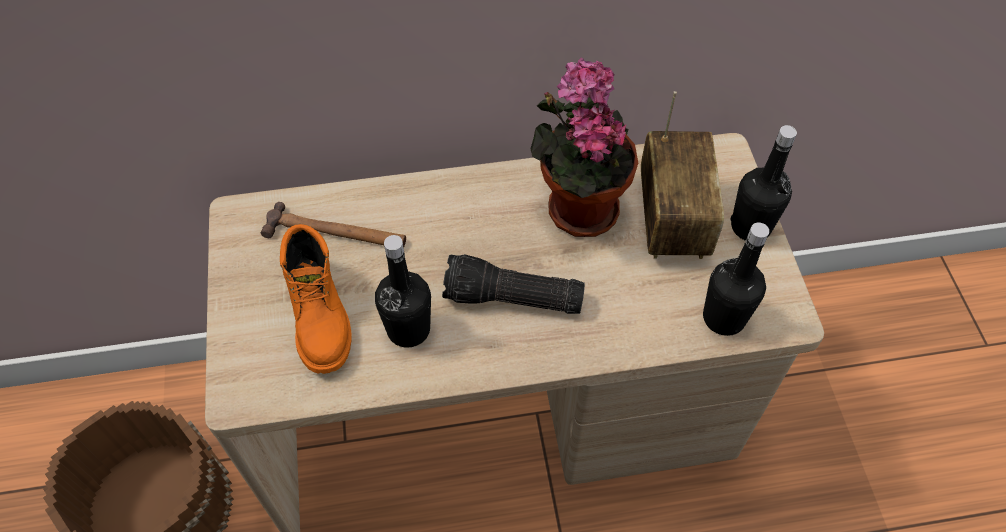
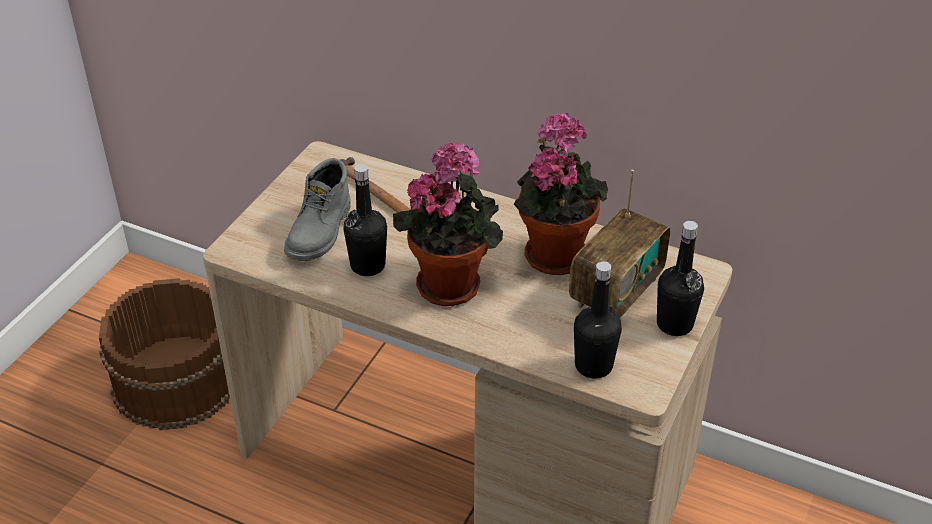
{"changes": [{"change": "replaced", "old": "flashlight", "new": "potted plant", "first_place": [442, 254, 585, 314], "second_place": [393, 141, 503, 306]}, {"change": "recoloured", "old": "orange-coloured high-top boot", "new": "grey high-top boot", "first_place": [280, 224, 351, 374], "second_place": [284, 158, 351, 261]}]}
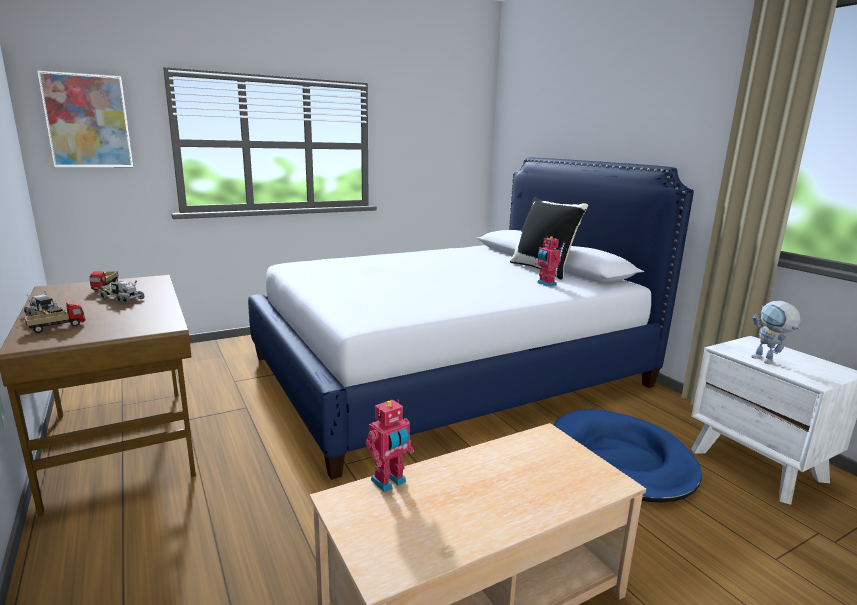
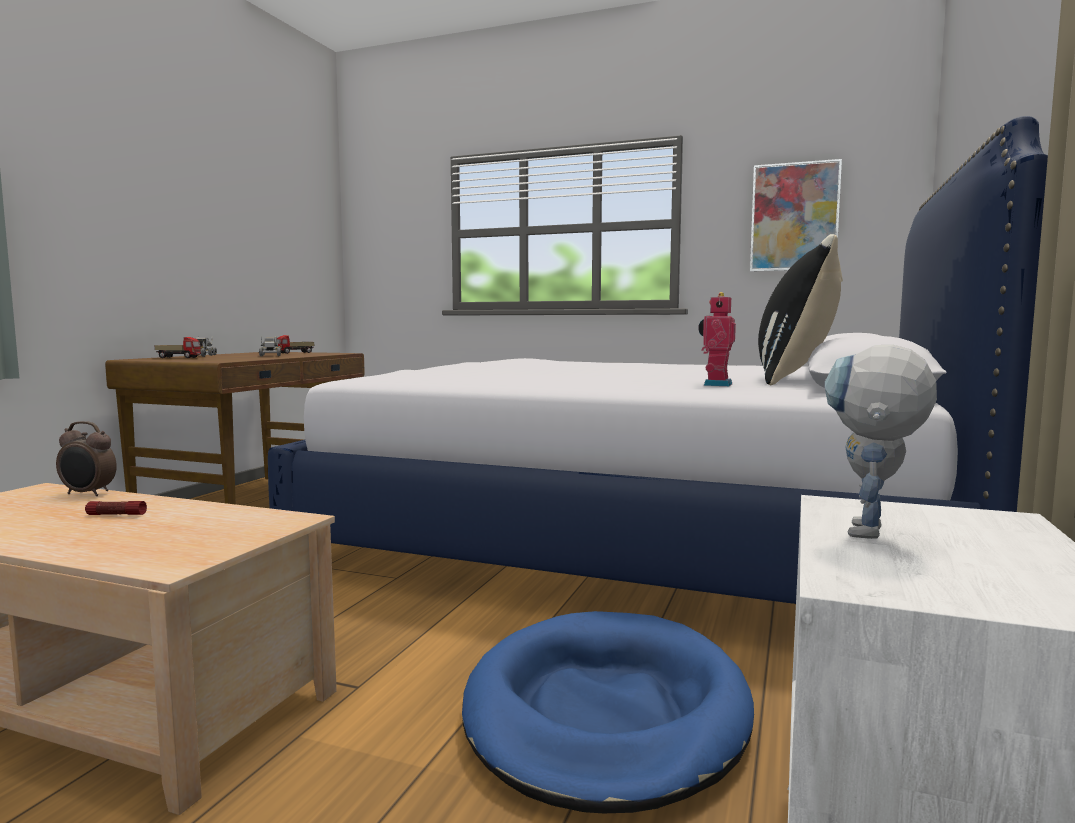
{"changes": [{"change": "added", "new": "flashlight", "second_place": [85, 501, 147, 515]}, {"change": "moved", "old": "wall art", "first_place": [37, 71, 133, 167], "second_place": [750, 159, 842, 272]}, {"change": "replaced", "old": "robot figure", "new": "table clock", "first_place": [366, 399, 414, 492], "second_place": [56, 421, 117, 496]}]}
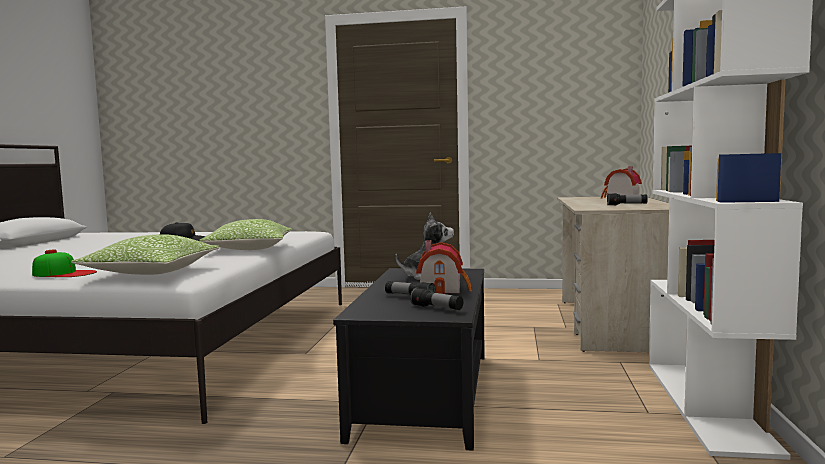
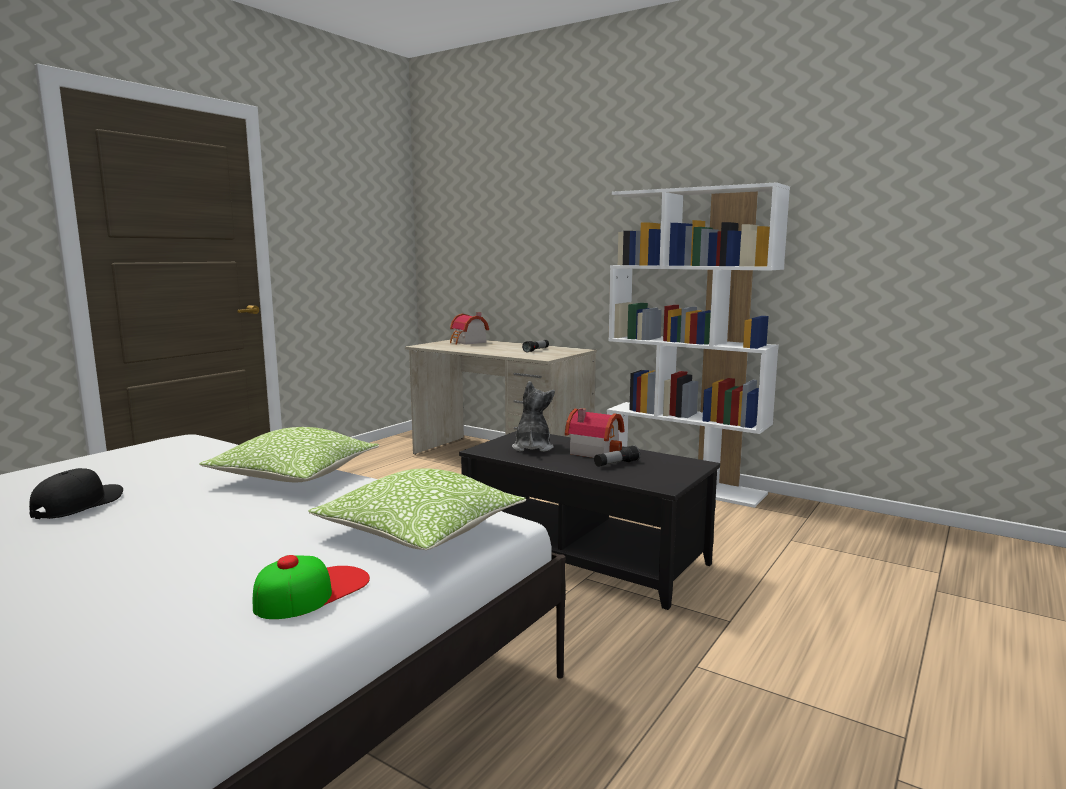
{"changes": [{"change": "removed", "old": "flashlight", "first_place": [410, 288, 463, 310]}]}
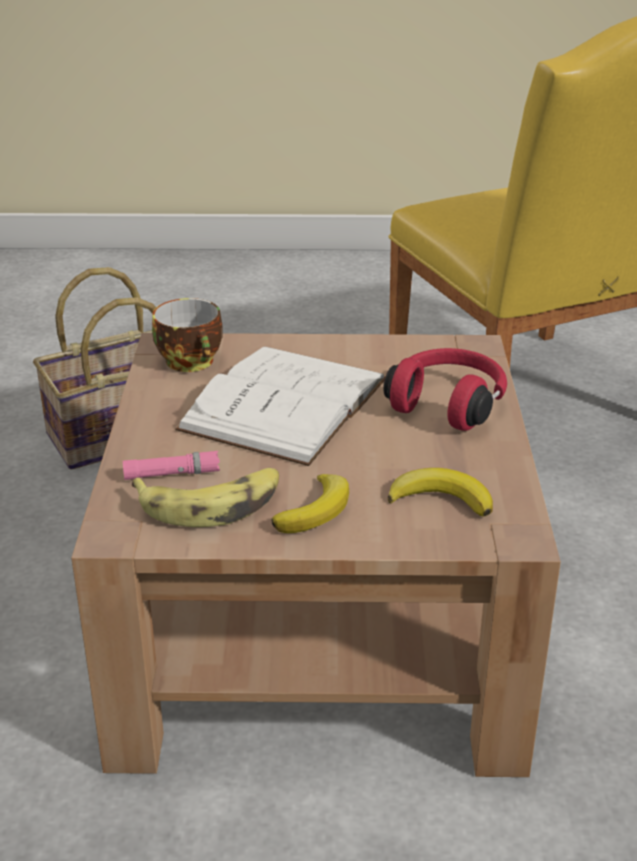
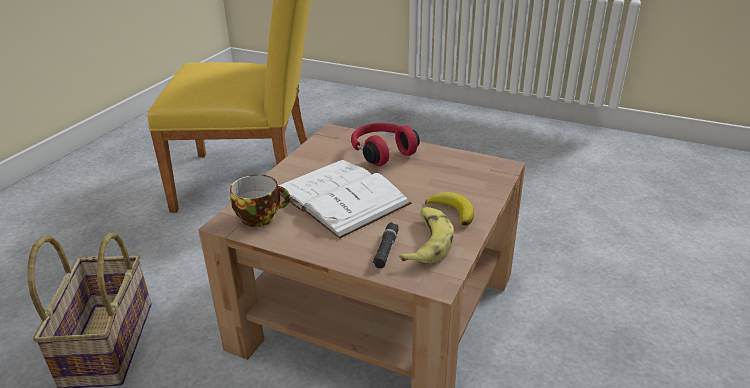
{"changes": [{"change": "removed", "old": "whole banana", "first_place": [388, 468, 493, 517]}, {"change": "recoloured", "old": "pink flashlight", "new": "black-coloured flashlight", "first_place": [123, 451, 220, 480], "second_place": [373, 222, 399, 268]}]}
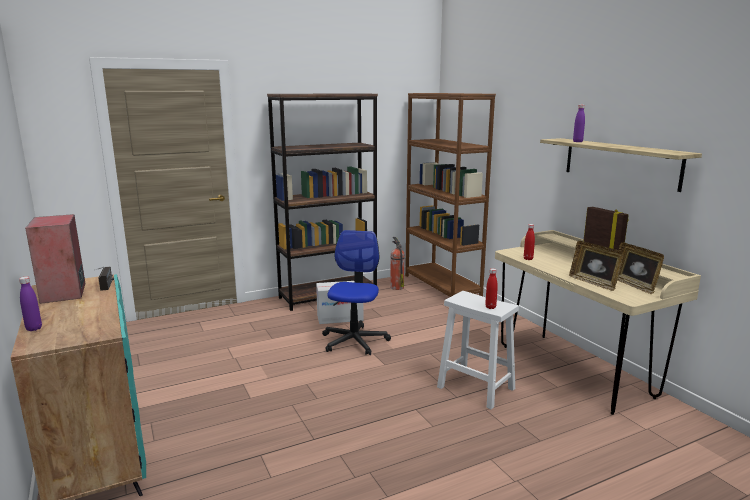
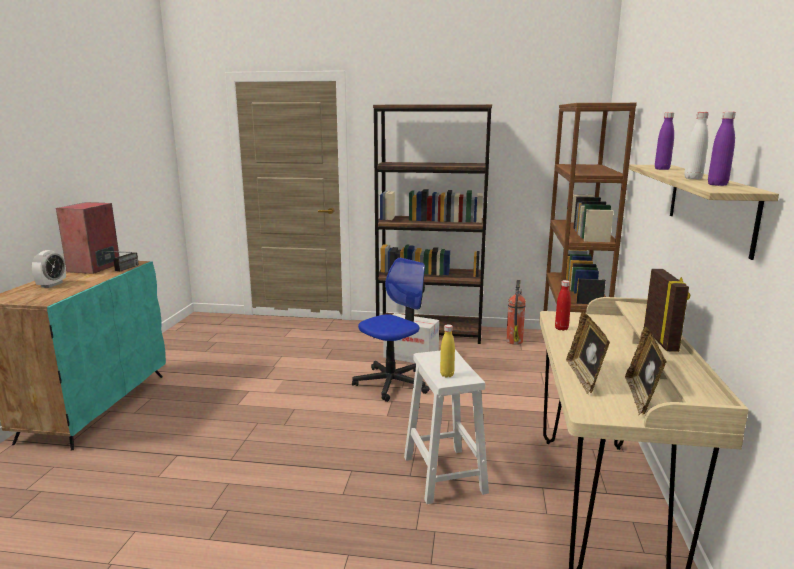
{"changes": [{"change": "added", "new": "table clock", "second_place": [31, 250, 66, 288]}, {"change": "added", "new": "white-coloured beverage bottle", "second_place": [684, 112, 709, 179]}, {"change": "moved", "old": "purplish beverage bottle", "first_place": [19, 277, 42, 331], "second_place": [708, 112, 736, 186]}, {"change": "recoloured", "old": "red beverage bottle", "new": "yellowish beverage bottle", "first_place": [485, 268, 498, 309], "second_place": [440, 324, 455, 377]}]}
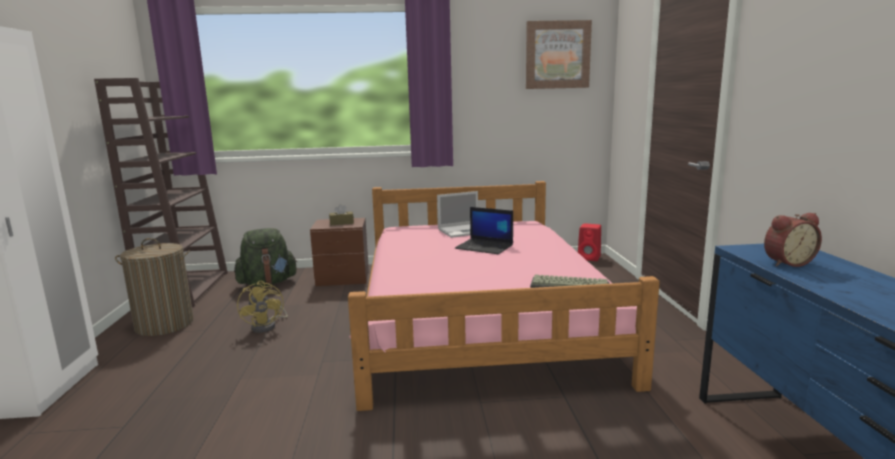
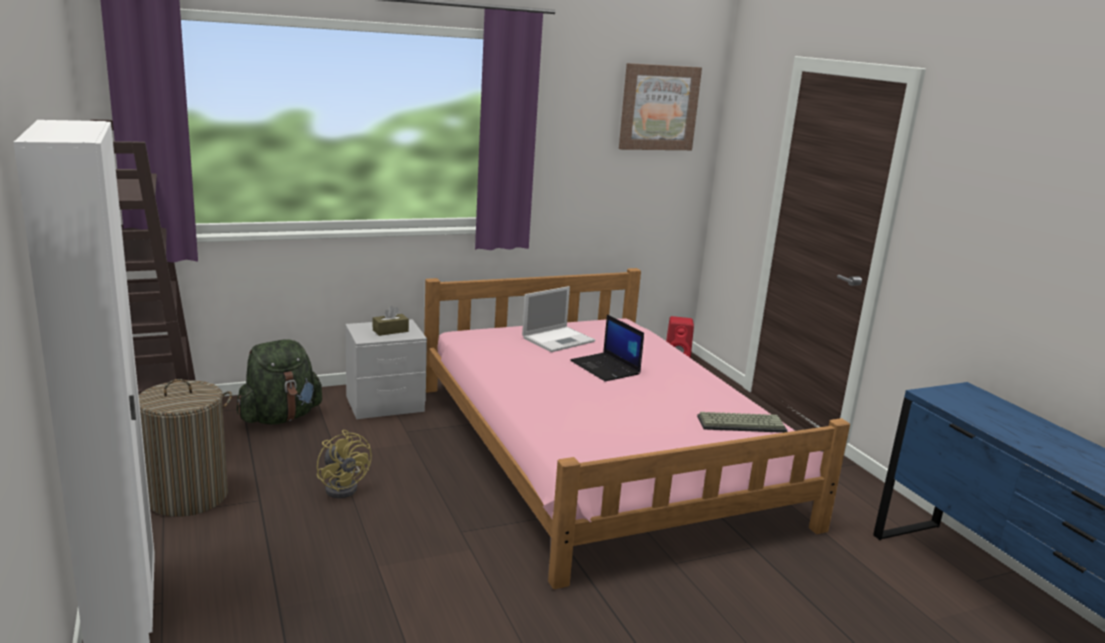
{"changes": [{"change": "removed", "old": "table clock", "first_place": [764, 213, 822, 267]}, {"change": "recoloured", "old": "brown-coloured nightstand", "new": "grey nightstand", "first_place": [310, 218, 369, 286], "second_place": [345, 319, 427, 419]}, {"change": "turned", "old": "portable computer", "first_place": [455, 207, 513, 254], "second_place": [570, 314, 644, 381], "degrees": 45}]}
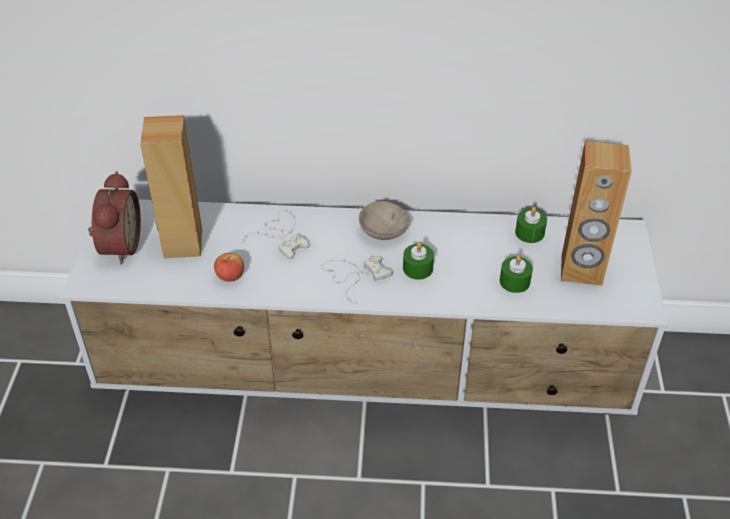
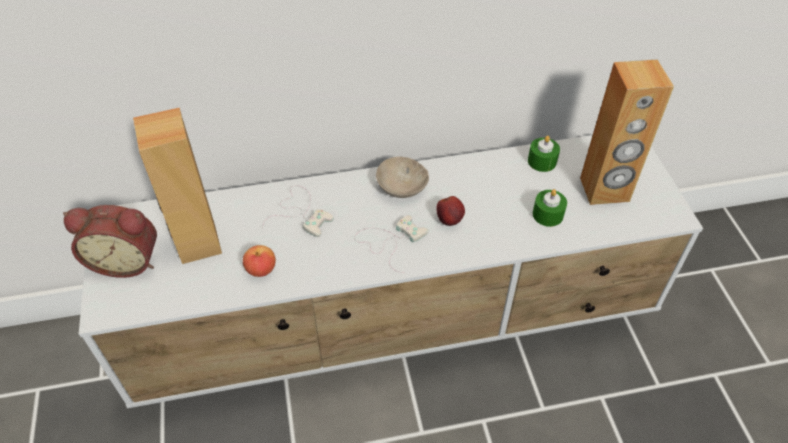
{"changes": [{"change": "replaced", "old": "green-coloured candle", "new": "apple", "first_place": [403, 242, 434, 280], "second_place": [436, 196, 465, 226]}, {"change": "turned", "old": "table clock", "first_place": [88, 171, 141, 264], "second_place": [63, 205, 157, 278], "degrees": 105}]}
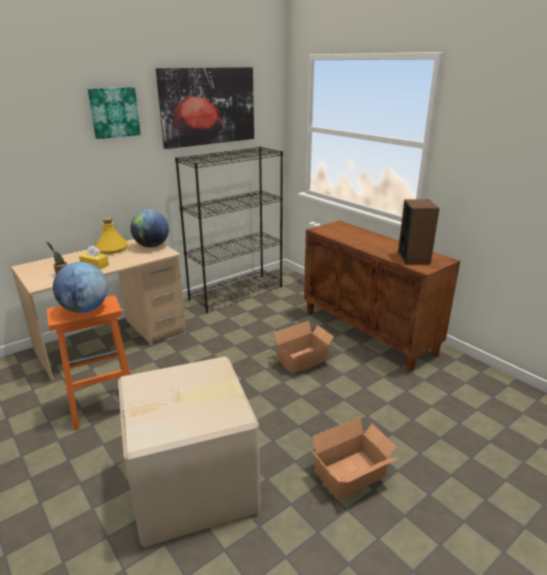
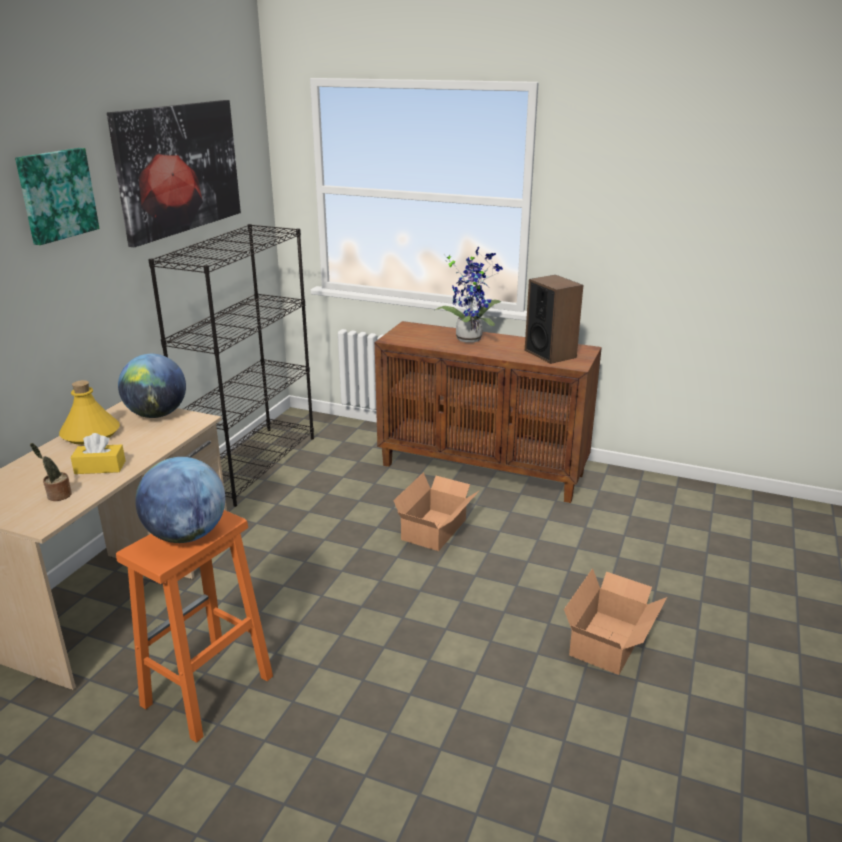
{"changes": [{"change": "removed", "old": "carton", "first_place": [118, 356, 261, 547]}, {"change": "added", "new": "potted plant", "second_place": [433, 247, 503, 343]}]}
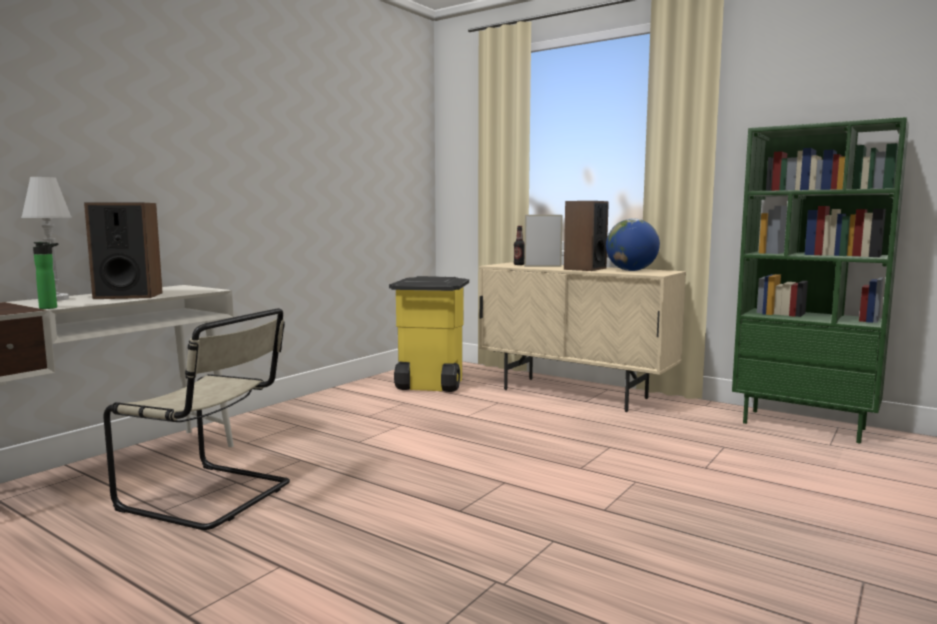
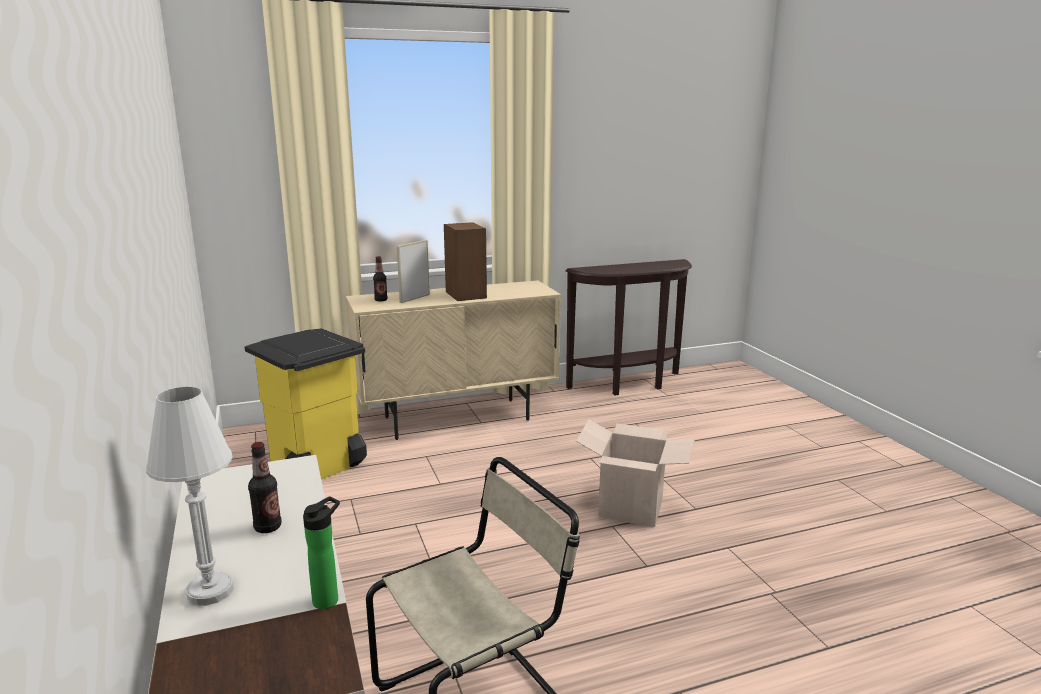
{"changes": [{"change": "removed", "old": "globe", "first_place": [606, 219, 660, 271]}, {"change": "added", "new": "carton", "second_place": [576, 420, 695, 527]}, {"change": "replaced", "old": "speaker", "new": "beverage bottle", "first_place": [84, 202, 163, 299], "second_place": [248, 442, 282, 533]}, {"change": "replaced", "old": "green-coloured shelving unit", "new": "brown-coloured hall table", "first_place": [732, 117, 909, 443], "second_place": [566, 259, 692, 395]}]}
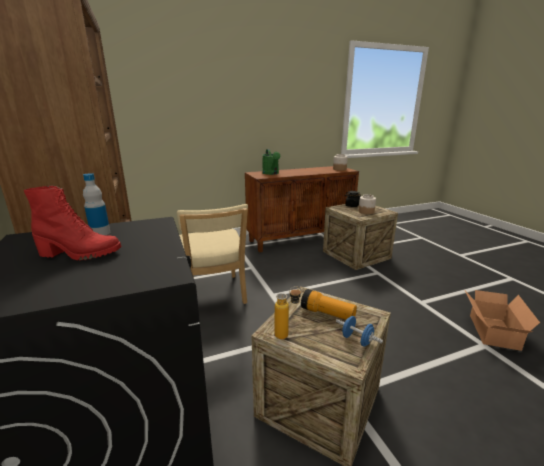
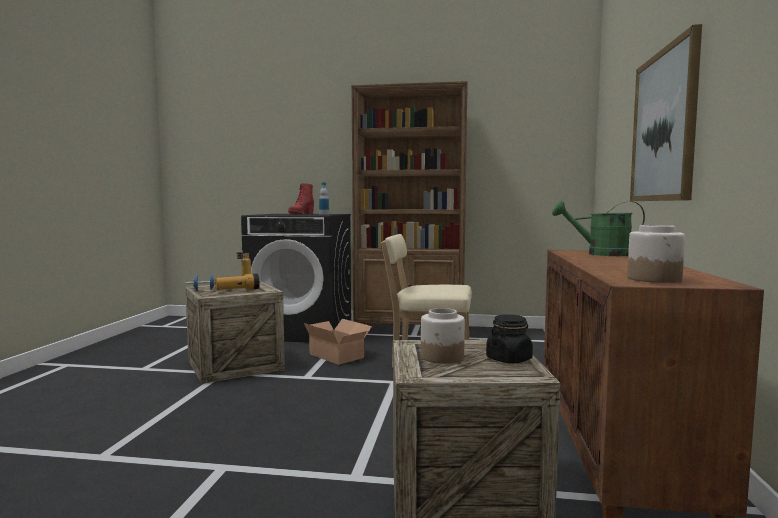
{"changes": [{"change": "added", "new": "wall art", "second_place": [630, 24, 702, 201]}, {"change": "moved", "old": "carton", "first_place": [465, 290, 540, 351], "second_place": [304, 319, 372, 365]}]}
